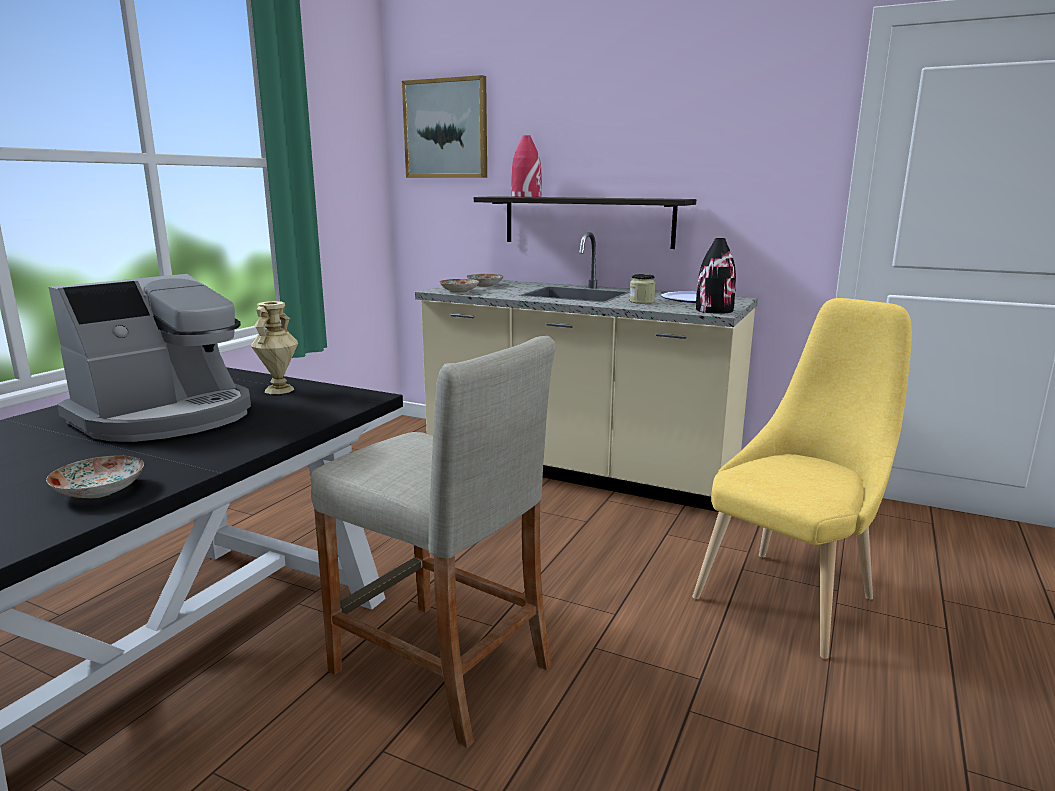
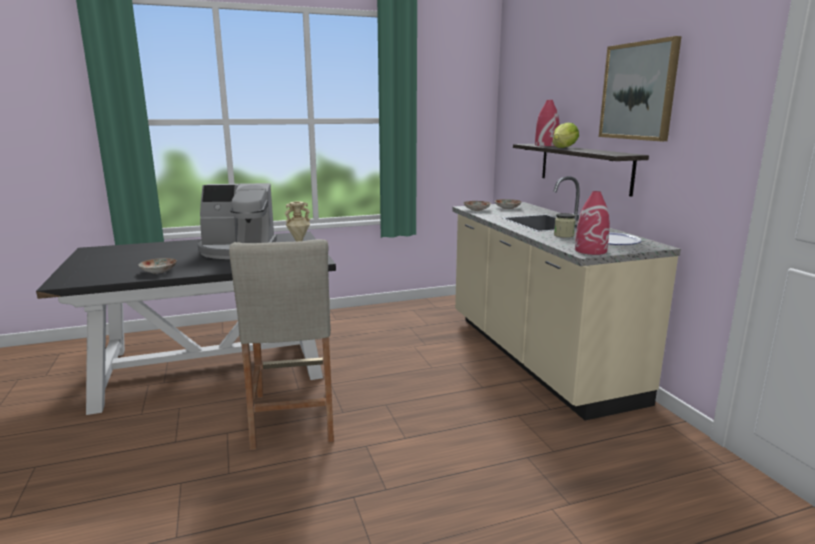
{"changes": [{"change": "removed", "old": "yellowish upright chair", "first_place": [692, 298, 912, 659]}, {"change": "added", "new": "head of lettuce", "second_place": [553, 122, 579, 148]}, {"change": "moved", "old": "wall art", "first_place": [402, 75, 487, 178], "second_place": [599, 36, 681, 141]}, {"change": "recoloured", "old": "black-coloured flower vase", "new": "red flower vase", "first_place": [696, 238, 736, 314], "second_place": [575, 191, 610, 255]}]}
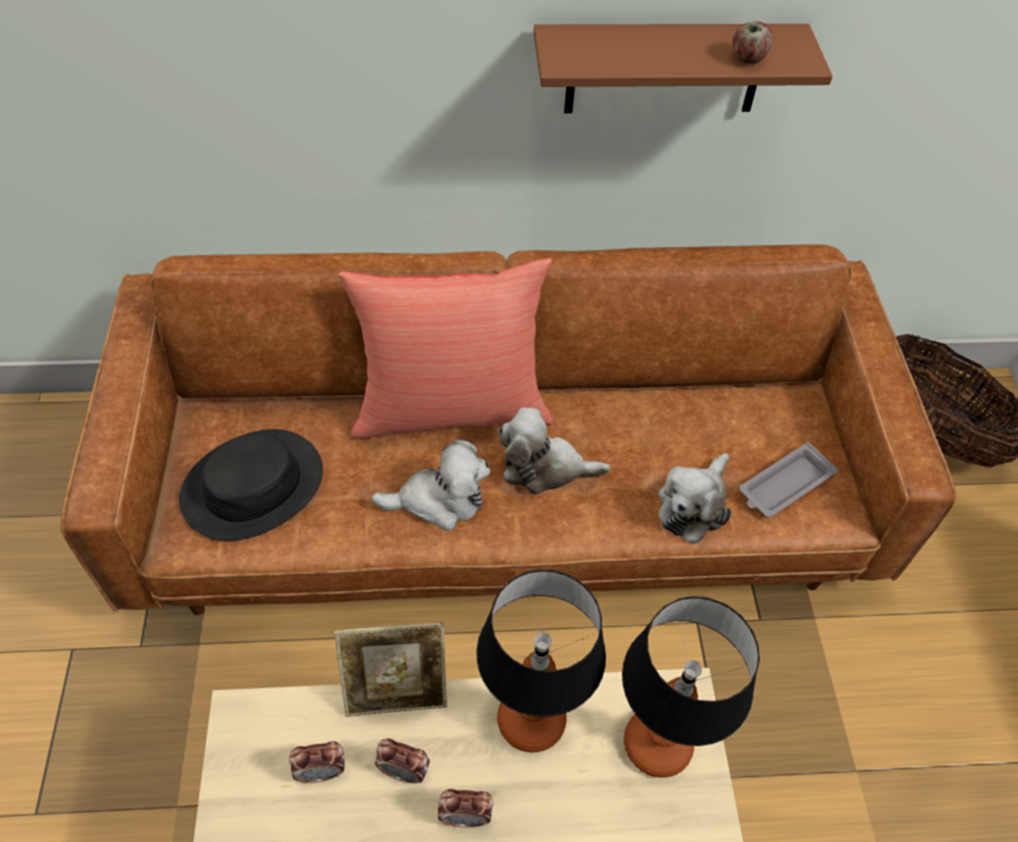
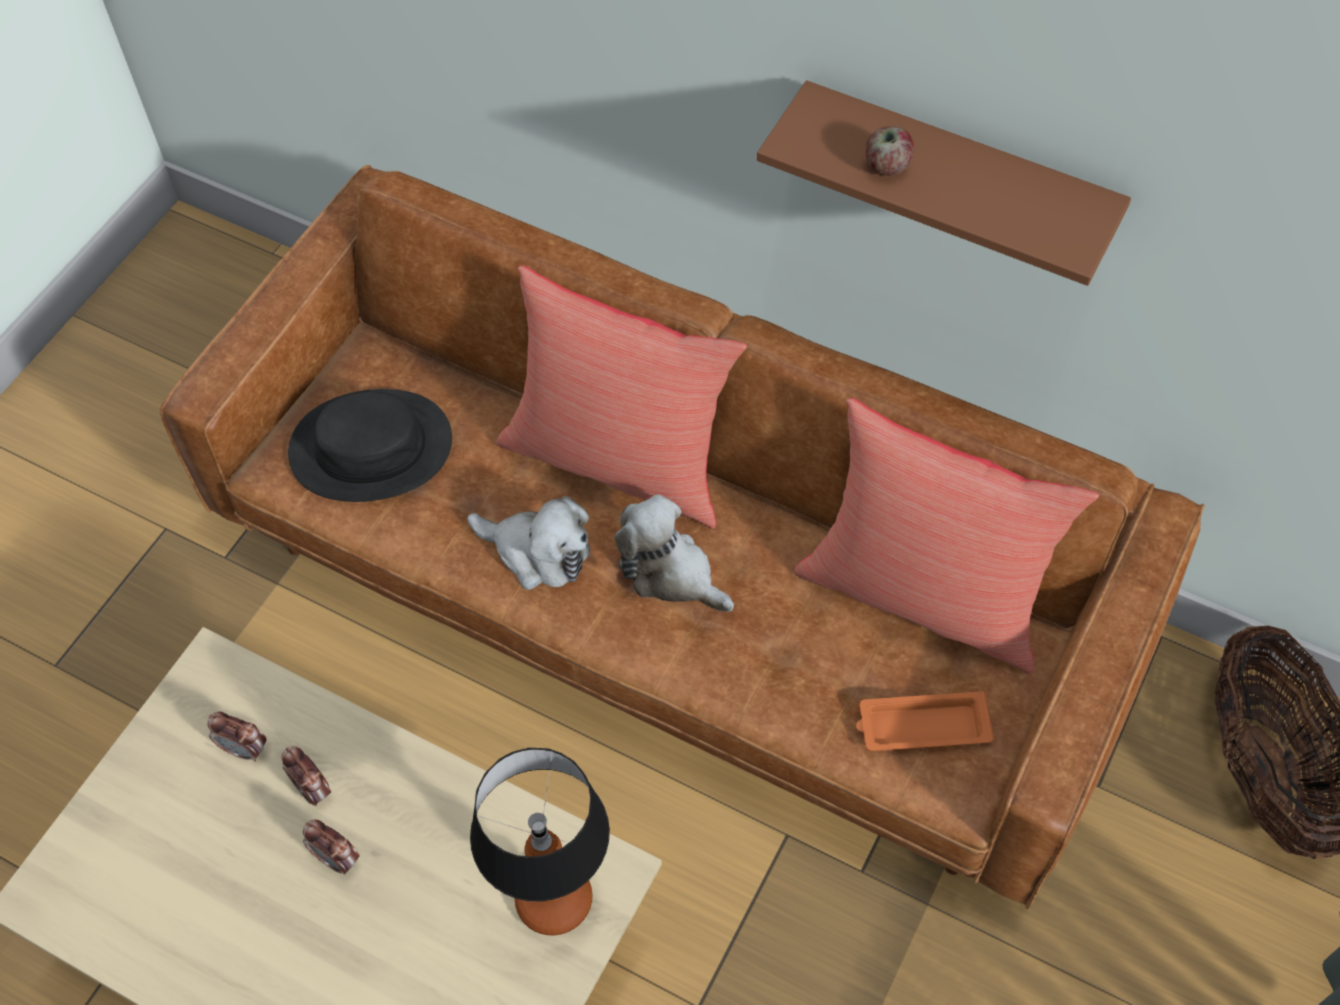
{"changes": [{"change": "removed", "old": "photo frame", "first_place": [334, 622, 447, 717]}, {"change": "removed", "old": "table lamp", "first_place": [476, 570, 606, 752]}, {"change": "removed", "old": "plush toy", "first_place": [658, 453, 732, 544]}, {"change": "added", "new": "red throw pillow", "second_place": [794, 398, 1099, 674]}, {"change": "moved", "old": "apple", "first_place": [732, 21, 773, 64], "second_place": [865, 127, 914, 176]}, {"change": "recoloured", "old": "grey tray", "new": "orange-coloured tray", "first_place": [739, 442, 838, 518], "second_place": [856, 691, 994, 751]}]}
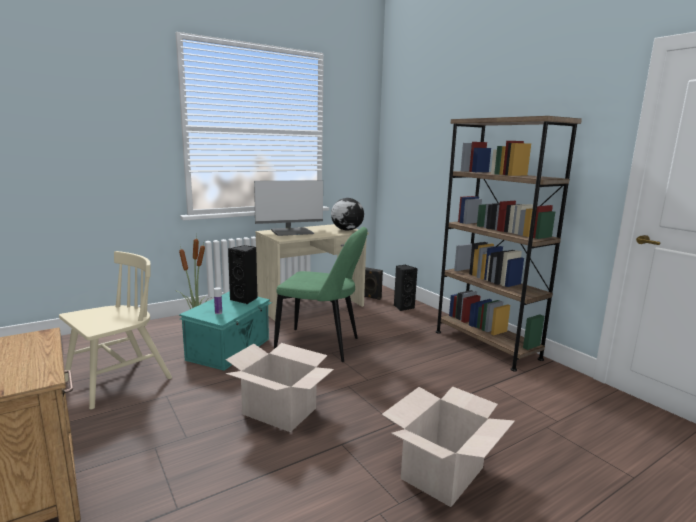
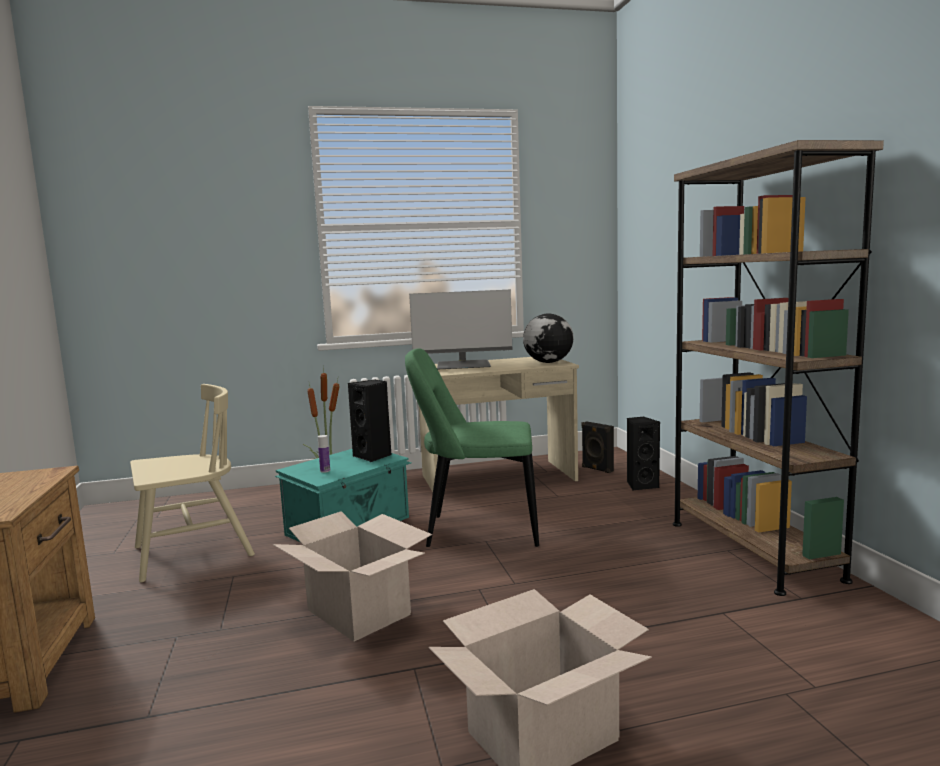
{"changes": [{"change": "turned", "old": "green-coloured upright chair", "first_place": [274, 227, 368, 362], "second_place": [405, 348, 539, 547], "degrees": 150}]}
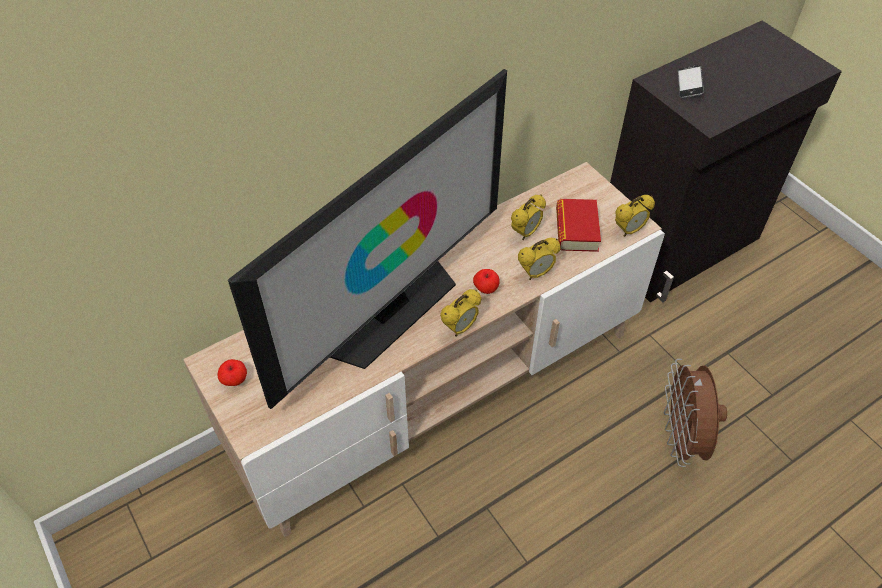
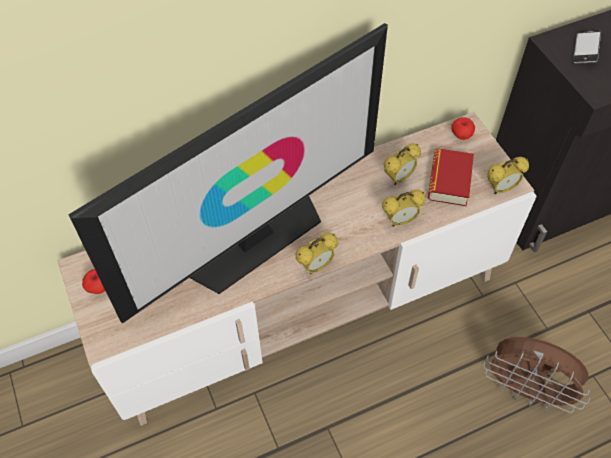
{"changes": [{"change": "moved", "old": "apple", "first_place": [473, 269, 499, 294], "second_place": [451, 117, 475, 140]}, {"change": "turned", "old": "brown-coloured electric fan", "first_place": [664, 359, 727, 467], "second_place": [483, 337, 590, 413], "degrees": -75}]}
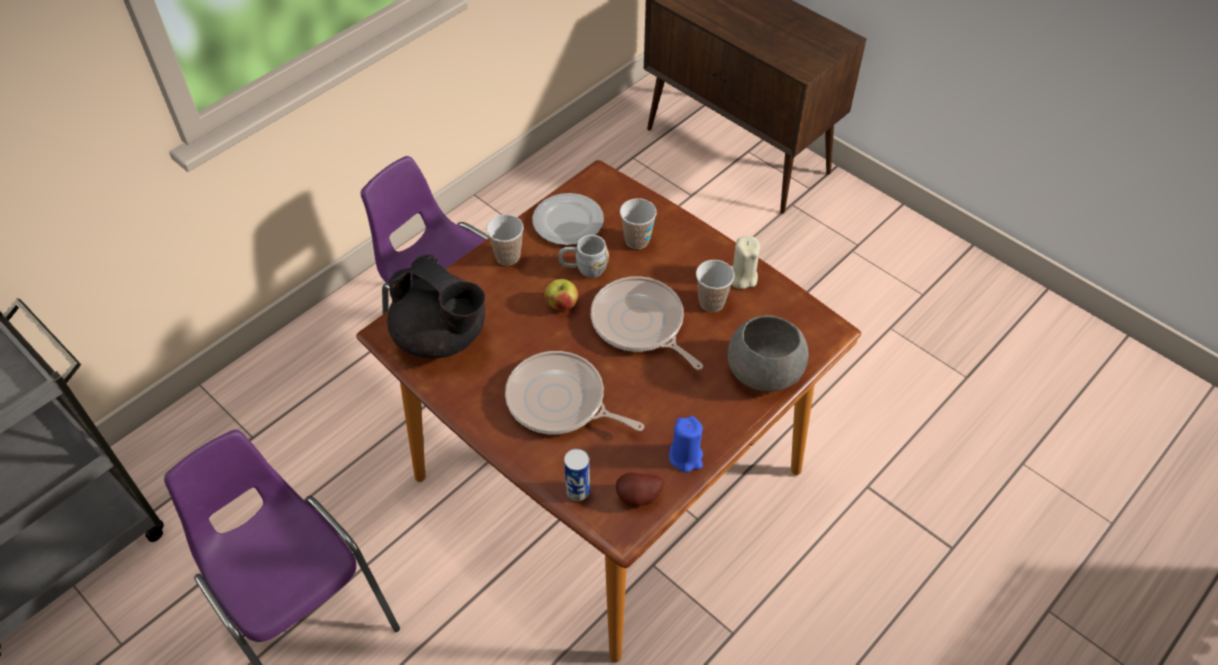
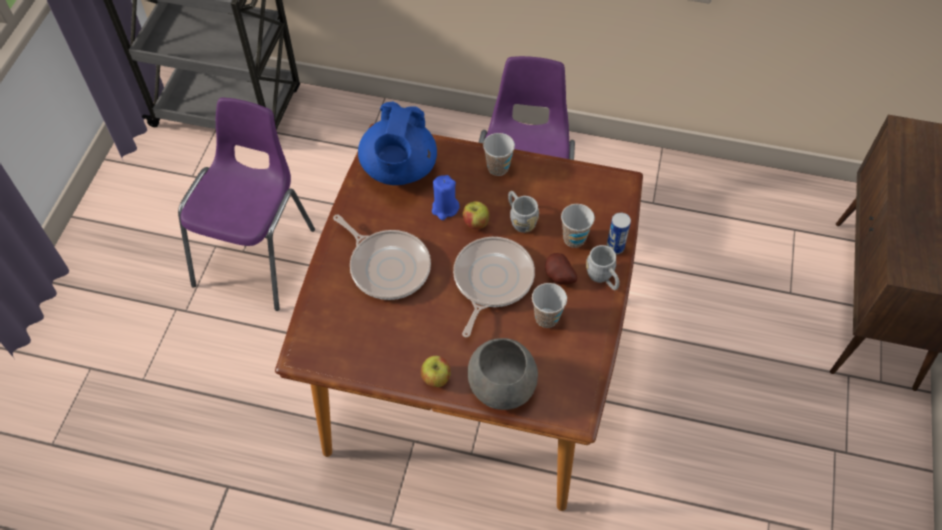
{"changes": [{"change": "removed", "old": "plate", "first_place": [532, 193, 604, 245]}, {"change": "removed", "old": "sand-coloured candle", "first_place": [731, 236, 760, 289]}, {"change": "added", "new": "apple", "second_place": [421, 356, 451, 387]}, {"change": "added", "new": "grey mug", "second_place": [586, 245, 620, 290]}, {"change": "moved", "old": "metal can", "first_place": [564, 449, 590, 501], "second_place": [606, 213, 631, 255]}, {"change": "moved", "old": "spud", "first_place": [616, 473, 664, 507], "second_place": [545, 253, 577, 285]}, {"change": "moved", "old": "blue candle", "first_place": [669, 416, 703, 473], "second_place": [432, 175, 460, 220]}, {"change": "recoloured", "old": "black-coloured teapot", "new": "blue teapot", "first_place": [387, 255, 485, 358], "second_place": [358, 102, 437, 185]}, {"change": "turned", "old": "pan", "first_place": [505, 351, 644, 434], "second_place": [333, 214, 431, 300], "degrees": 135}]}
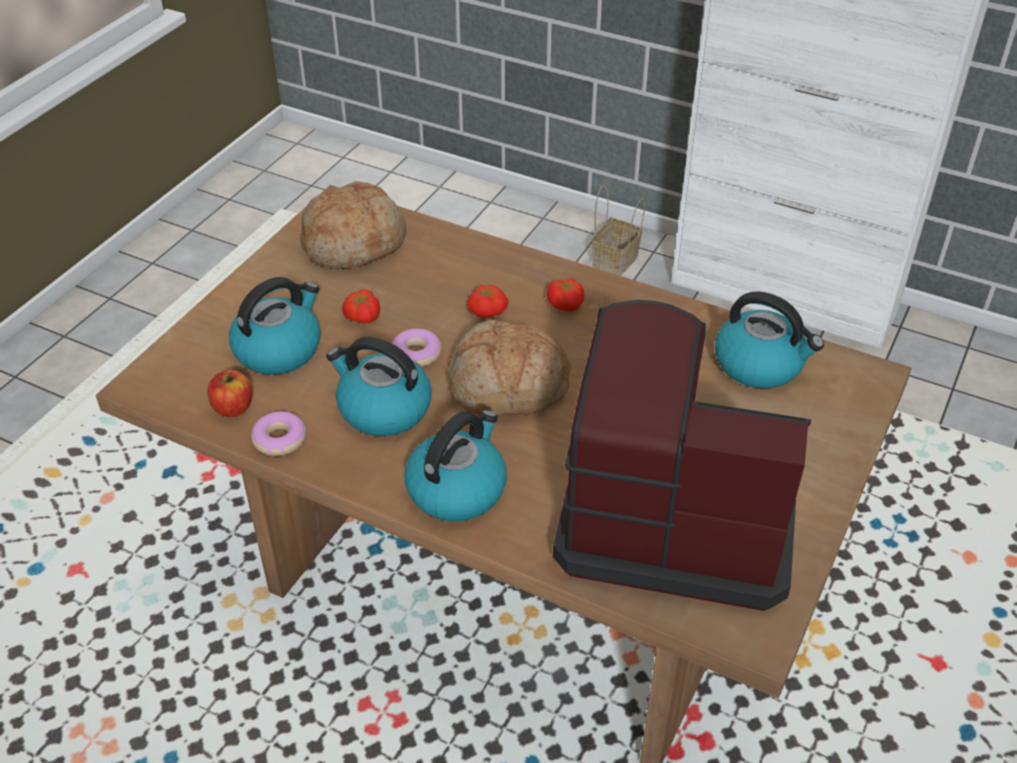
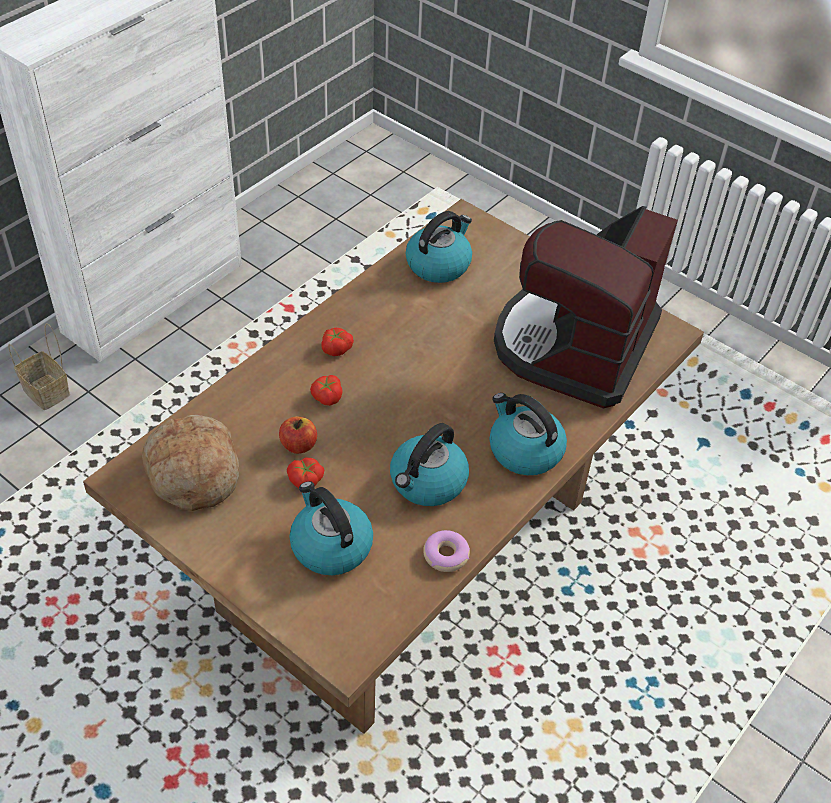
{"changes": [{"change": "removed", "old": "doughnut", "first_place": [392, 328, 442, 367]}, {"change": "removed", "old": "bakery bread", "first_place": [448, 320, 571, 417]}, {"change": "moved", "old": "apple", "first_place": [207, 370, 252, 417], "second_place": [279, 416, 317, 454]}]}
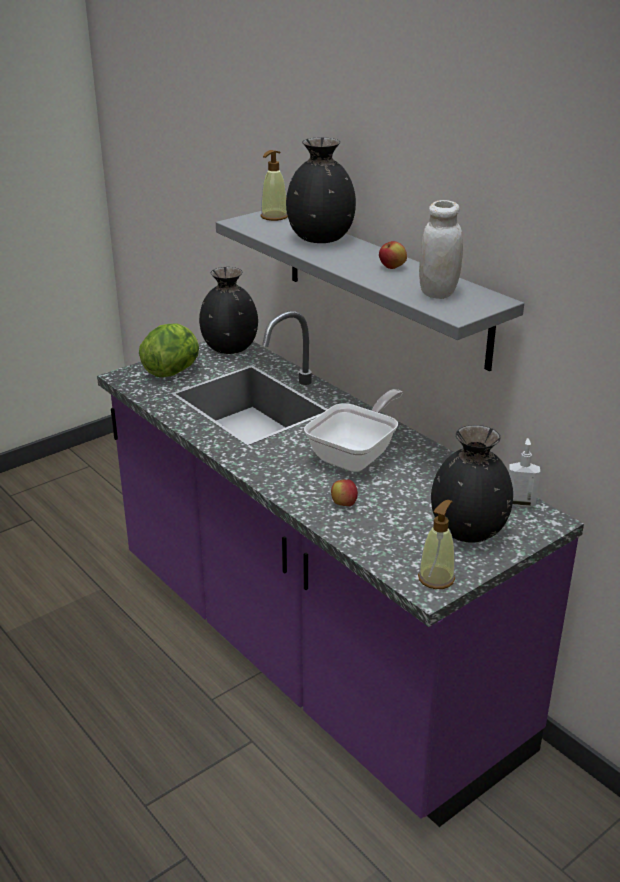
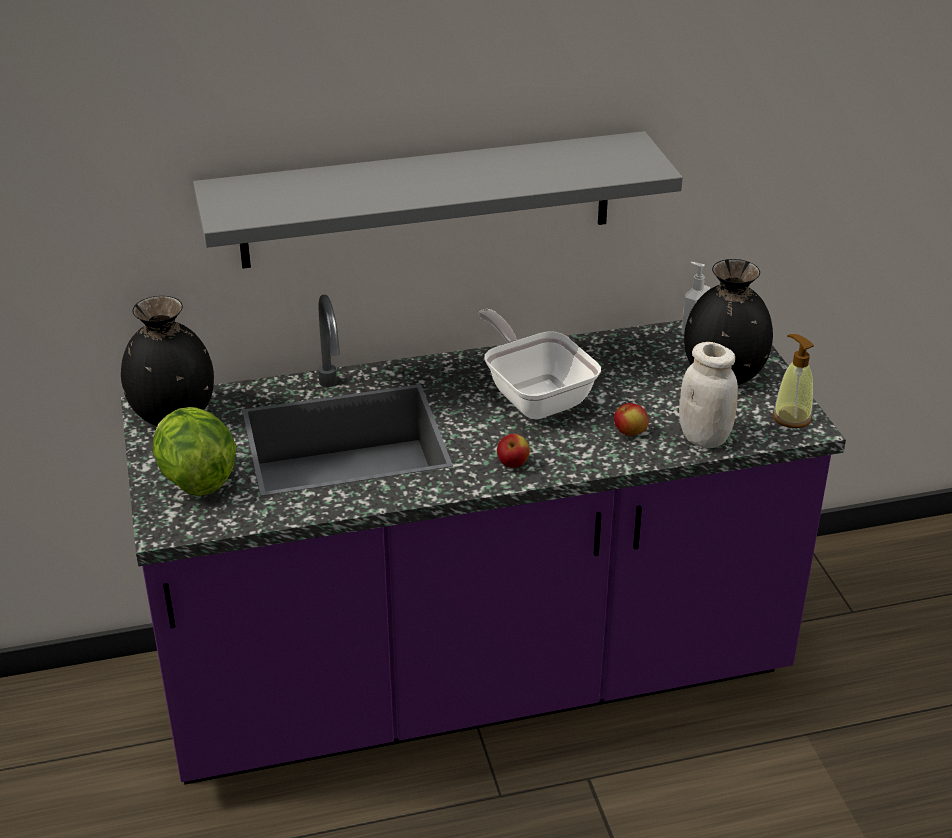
{"changes": [{"change": "removed", "old": "liquid soap bottle", "first_place": [261, 150, 288, 221]}, {"change": "removed", "old": "black-coloured flower vase", "first_place": [286, 137, 356, 243]}, {"change": "moved", "old": "apple", "first_place": [379, 241, 407, 269], "second_place": [497, 434, 530, 468]}, {"change": "moved", "old": "white-coloured jar", "first_place": [419, 200, 463, 299], "second_place": [679, 342, 738, 448]}]}
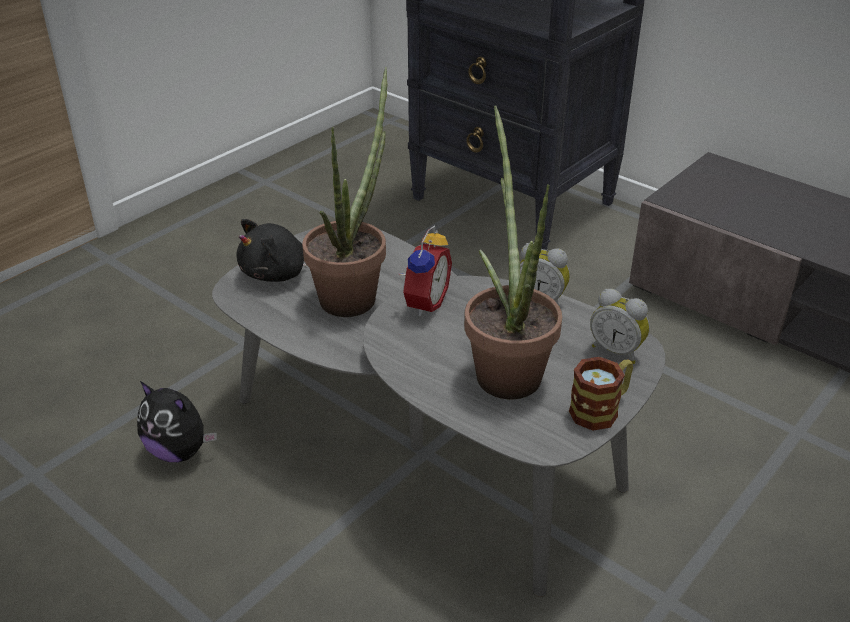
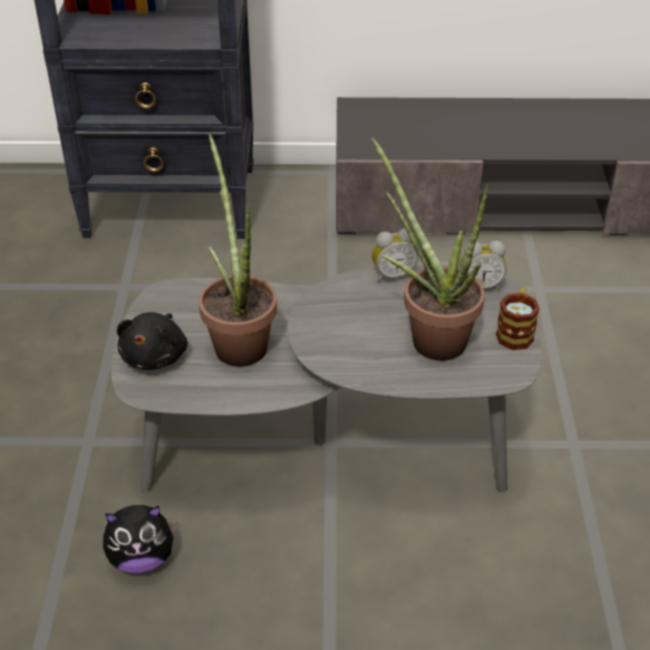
{"changes": [{"change": "removed", "old": "table clock", "first_place": [400, 225, 452, 316]}]}
